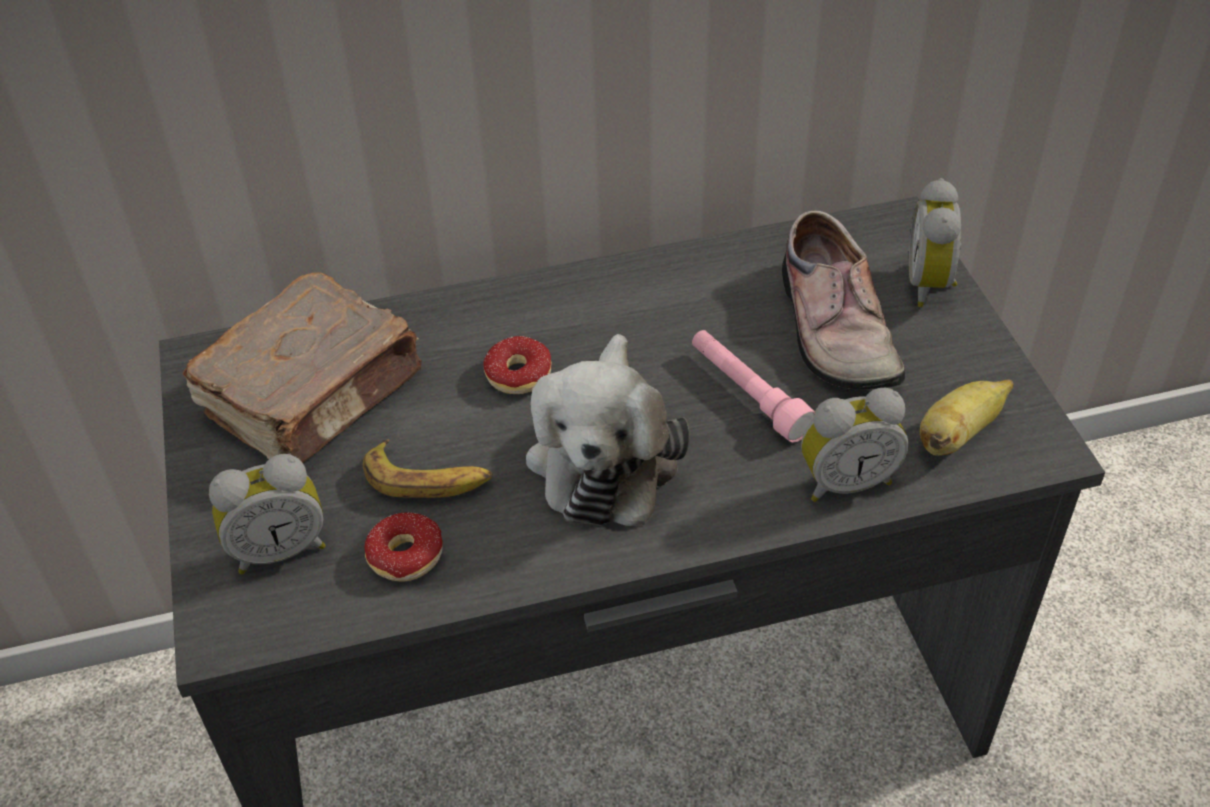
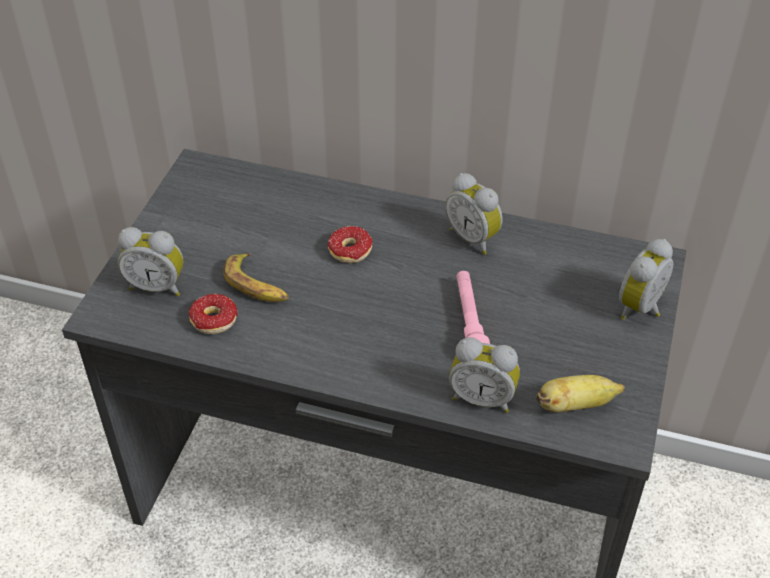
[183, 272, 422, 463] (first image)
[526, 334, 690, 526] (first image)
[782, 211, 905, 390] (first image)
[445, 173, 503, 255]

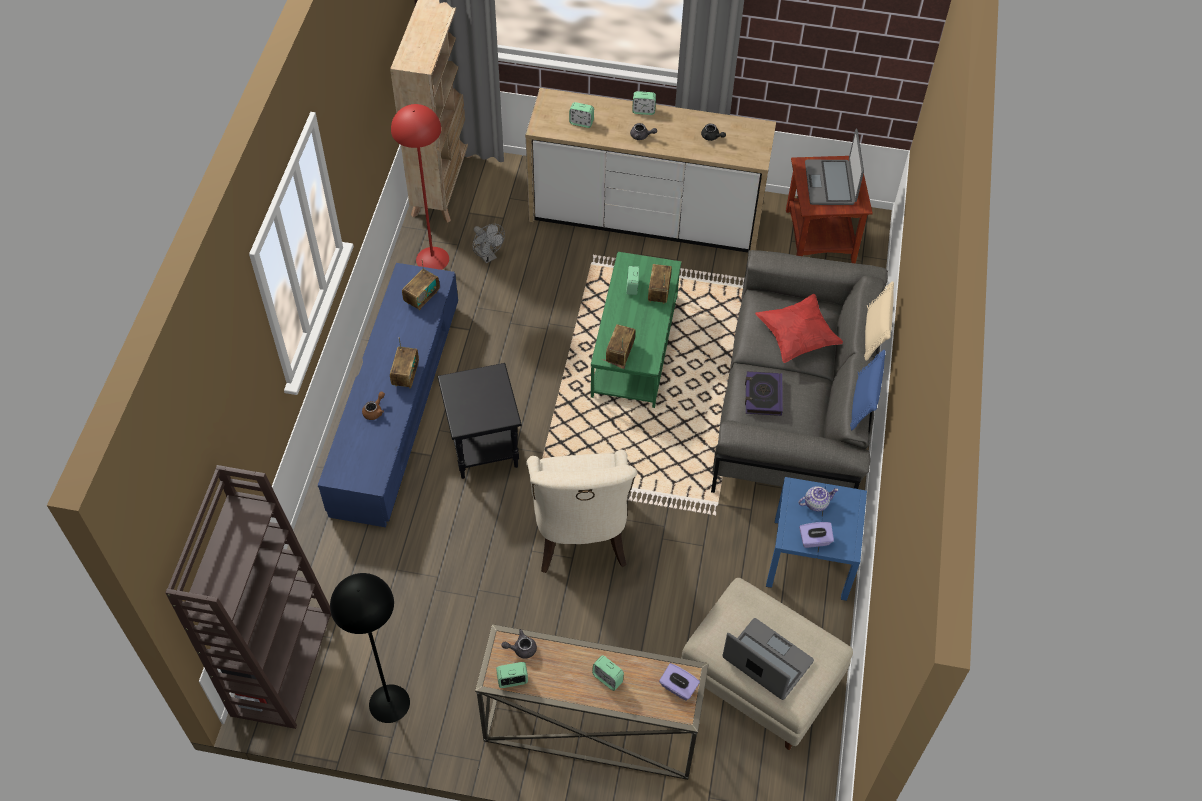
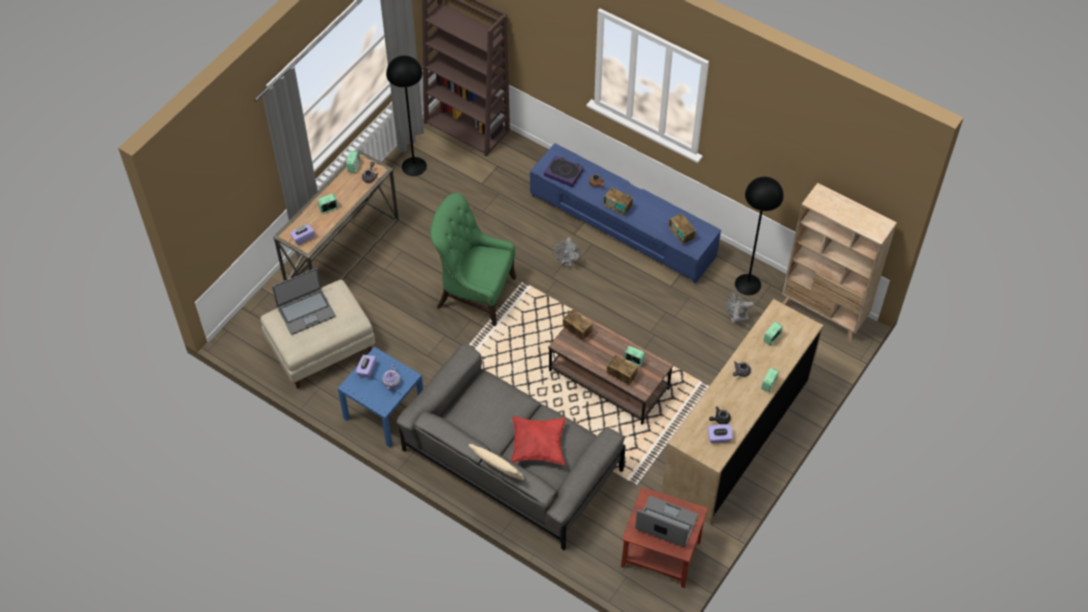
[735, 177, 784, 295]
[552, 237, 581, 267]
[430, 193, 516, 326]
[548, 311, 673, 425]
[544, 155, 584, 187]
[850, 350, 886, 430] (first image)
[708, 424, 733, 443]

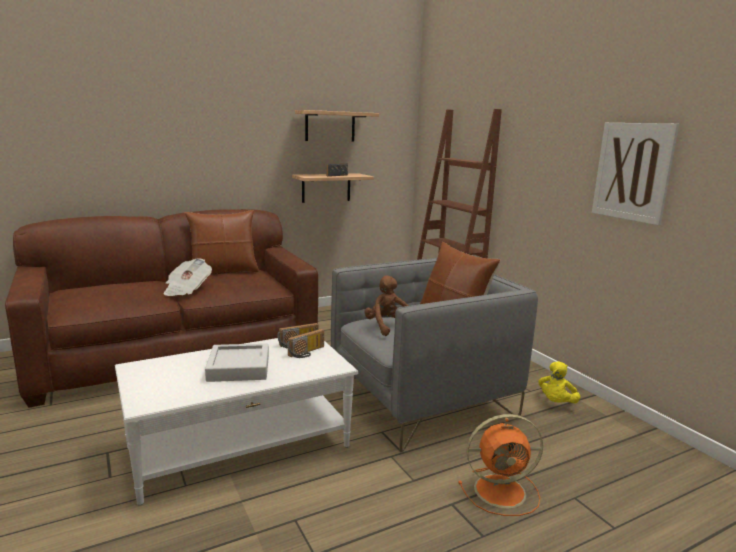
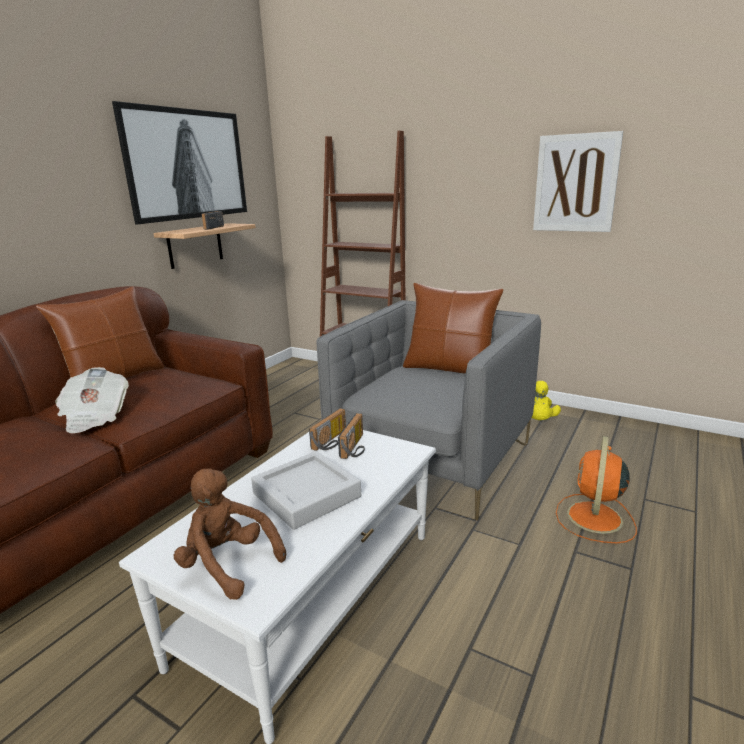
[112, 101, 247, 224]
[174, 468, 286, 600]
[556, 436, 637, 543]

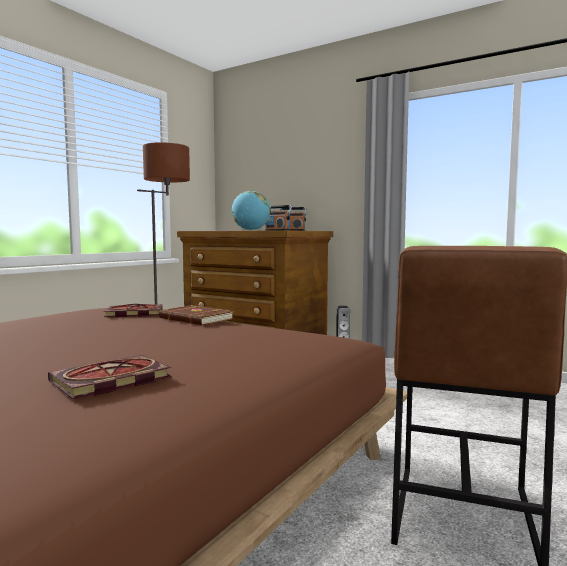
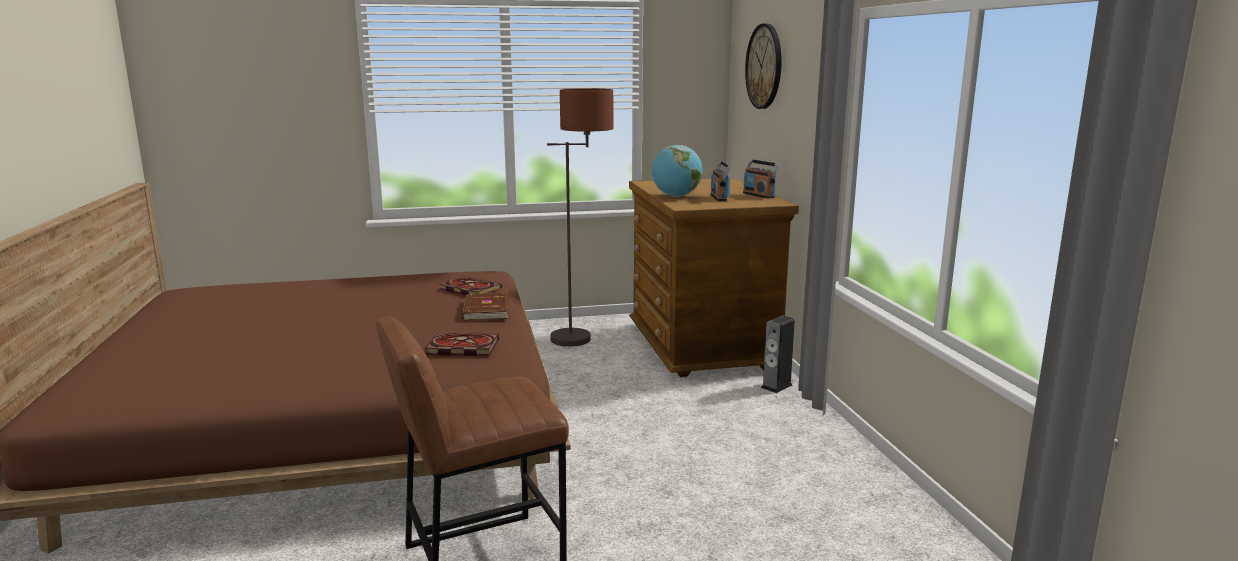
[425, 333, 499, 356]
[745, 23, 782, 109]

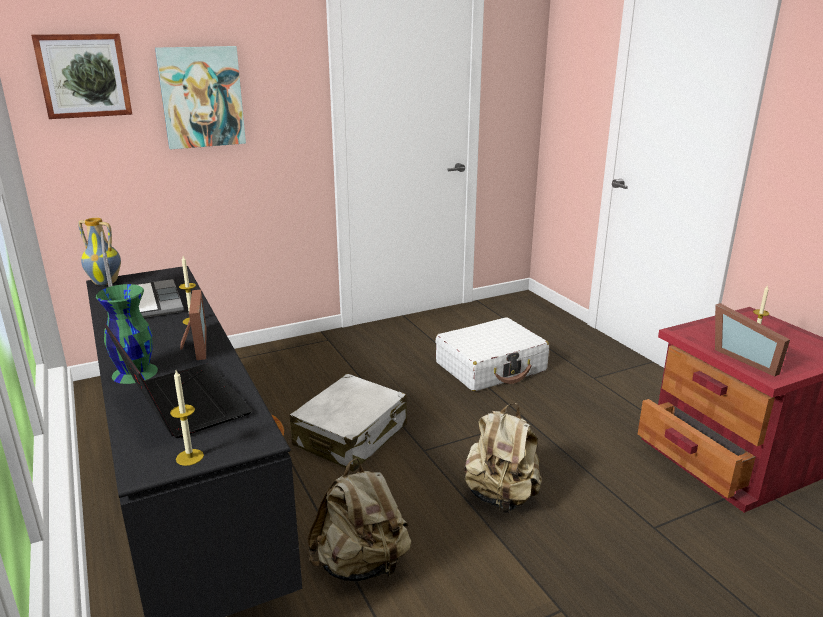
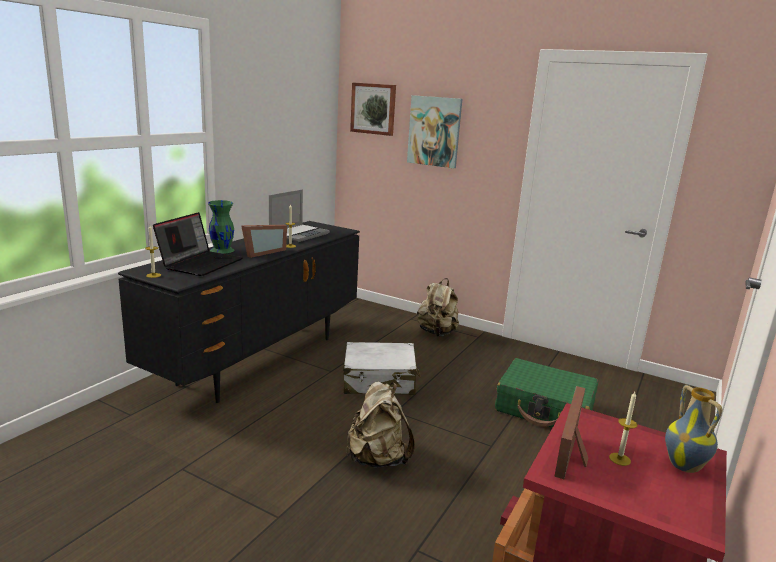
[665, 385, 722, 473]
[417, 278, 459, 337]
[495, 358, 598, 428]

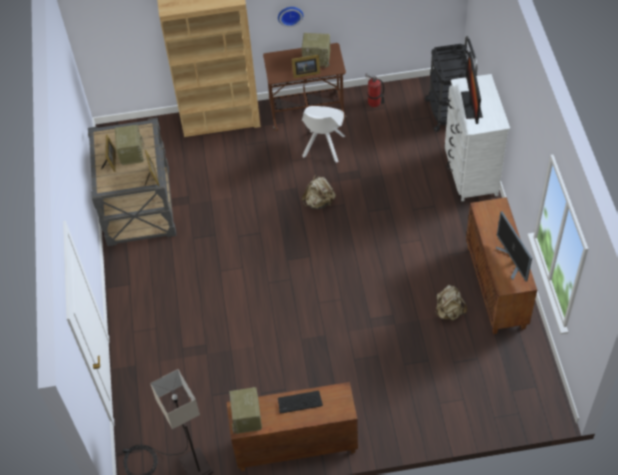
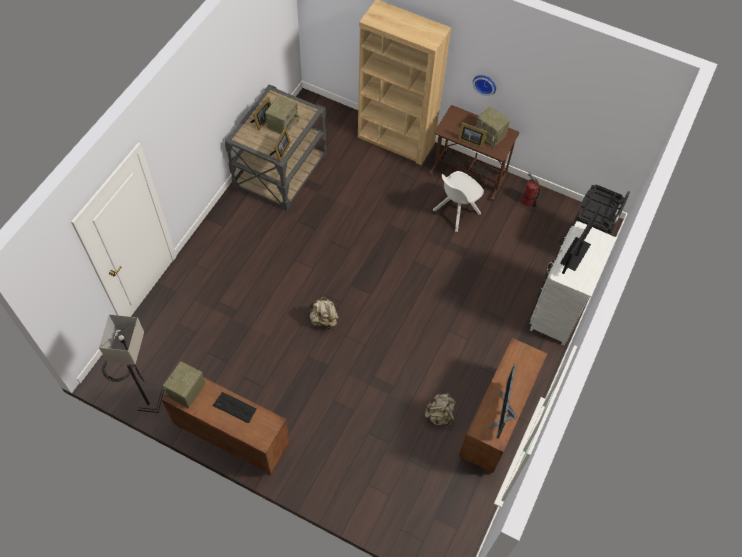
[307, 297, 338, 329]

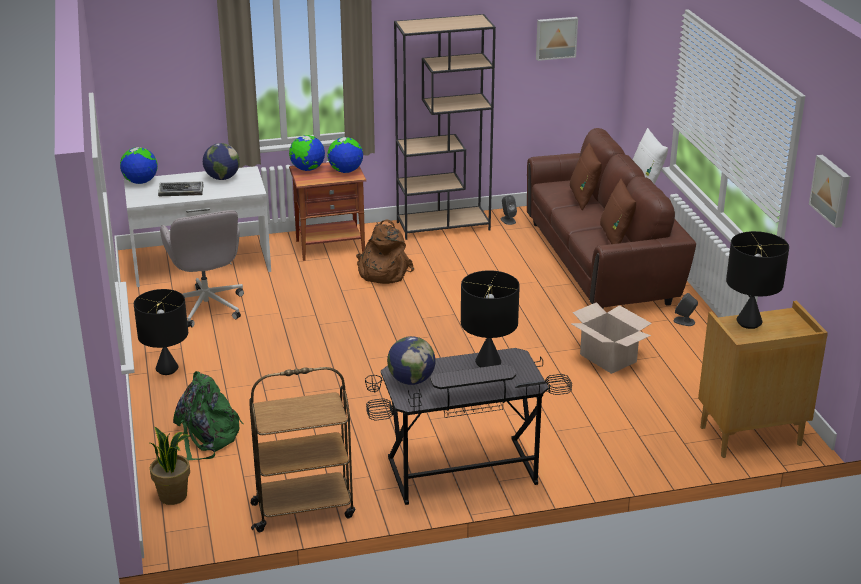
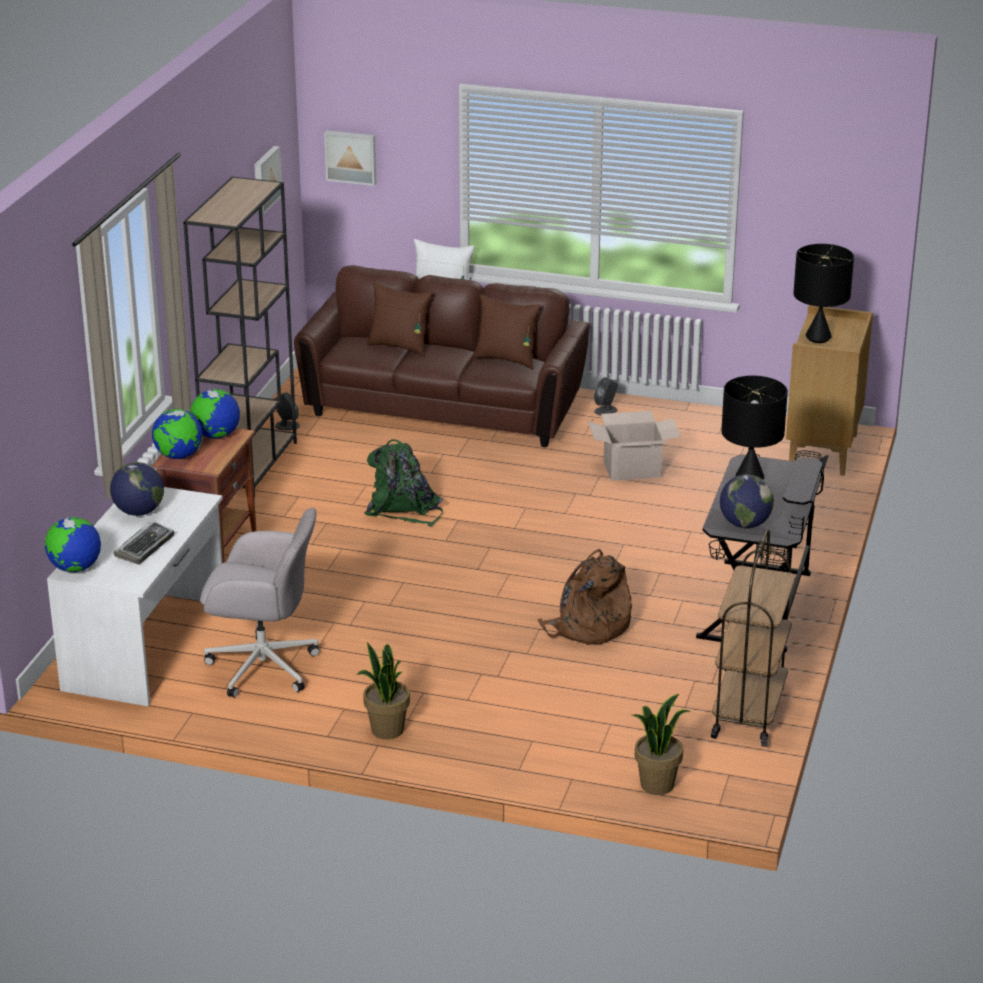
[357, 642, 410, 739]
[364, 439, 443, 527]
[537, 549, 632, 645]
[324, 130, 376, 186]

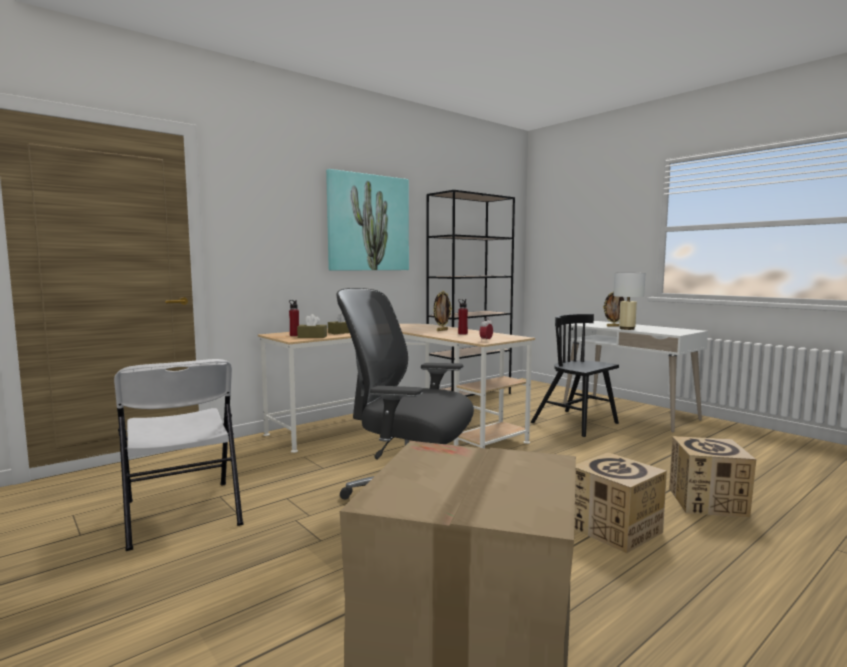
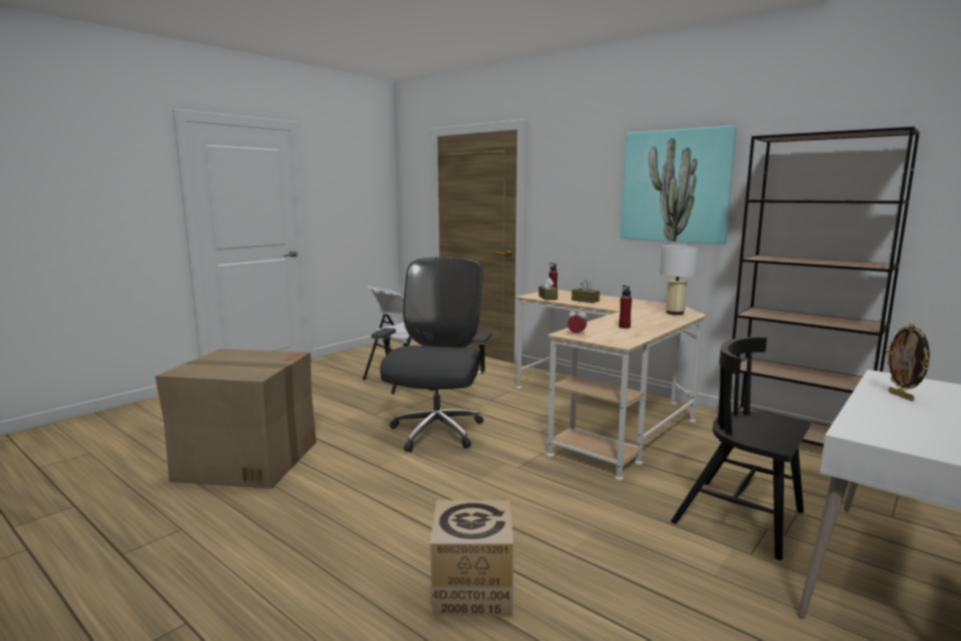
[433, 291, 452, 331] (first image)
[671, 337, 811, 560]
[574, 452, 667, 553] (first image)
[660, 245, 698, 315]

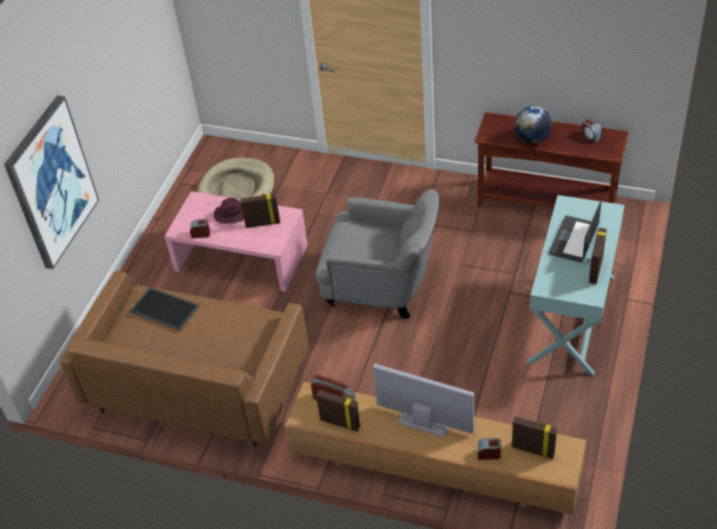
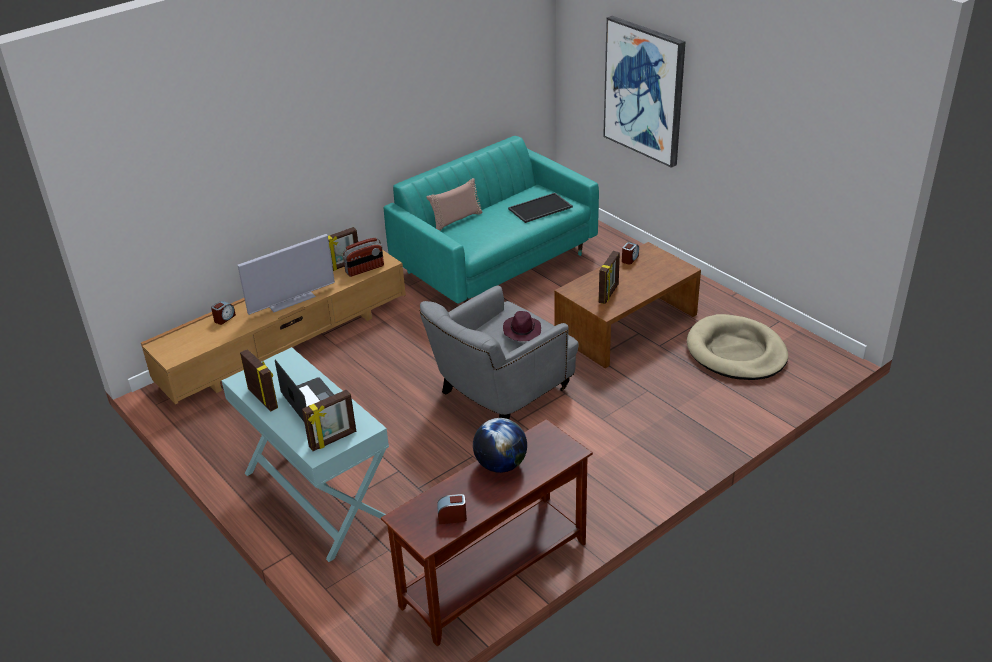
[384, 136, 599, 304]
[554, 242, 701, 368]
[503, 311, 541, 341]
[302, 390, 356, 451]
[427, 178, 483, 231]

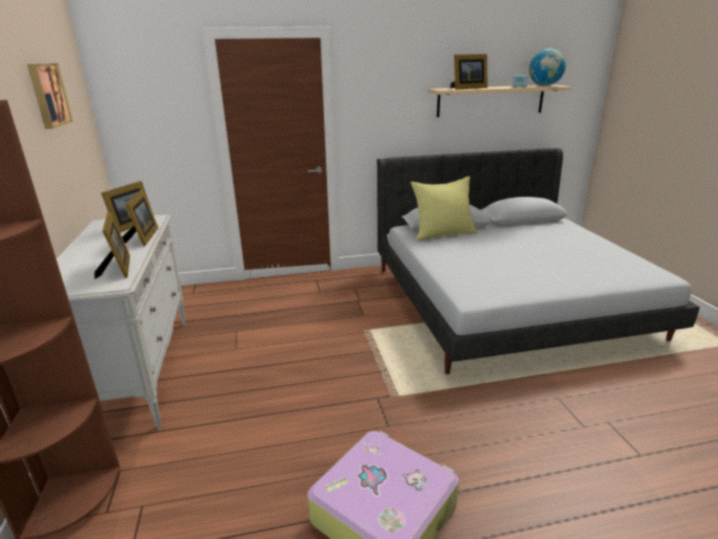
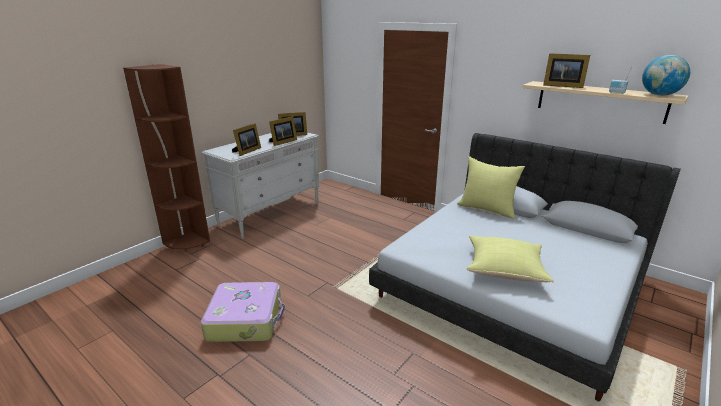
[27, 63, 73, 129] (first image)
[466, 236, 554, 282]

